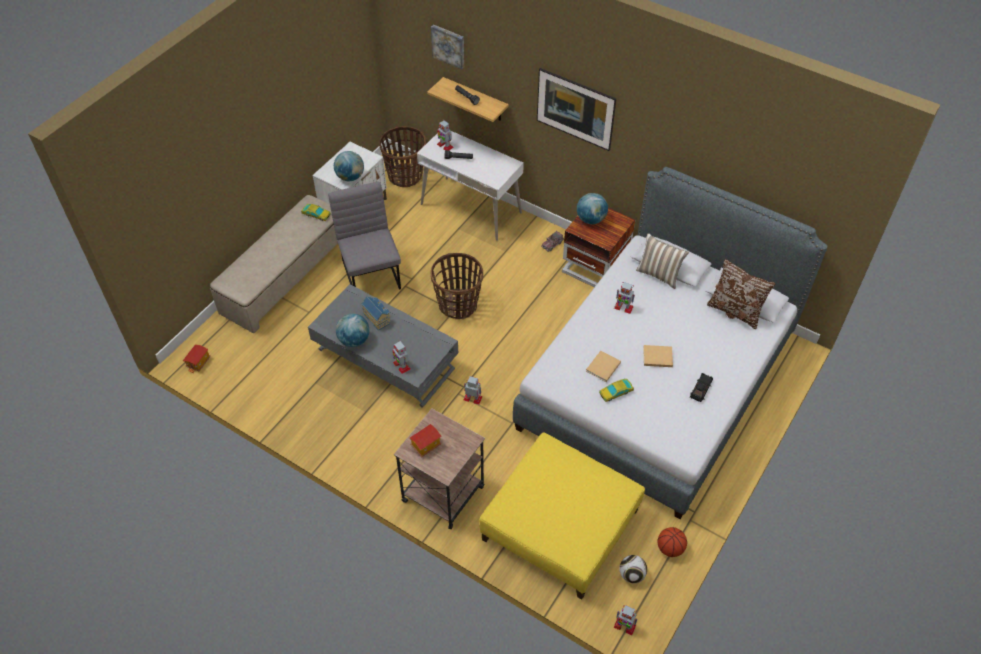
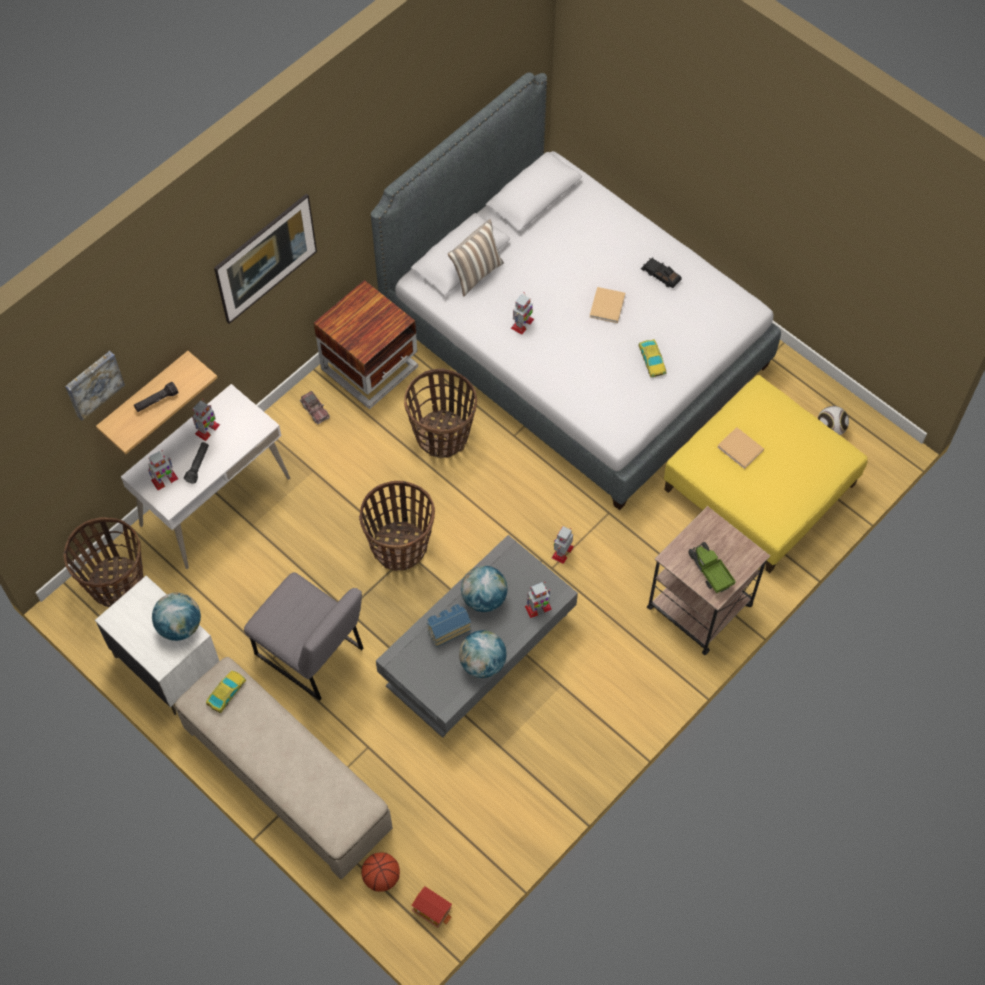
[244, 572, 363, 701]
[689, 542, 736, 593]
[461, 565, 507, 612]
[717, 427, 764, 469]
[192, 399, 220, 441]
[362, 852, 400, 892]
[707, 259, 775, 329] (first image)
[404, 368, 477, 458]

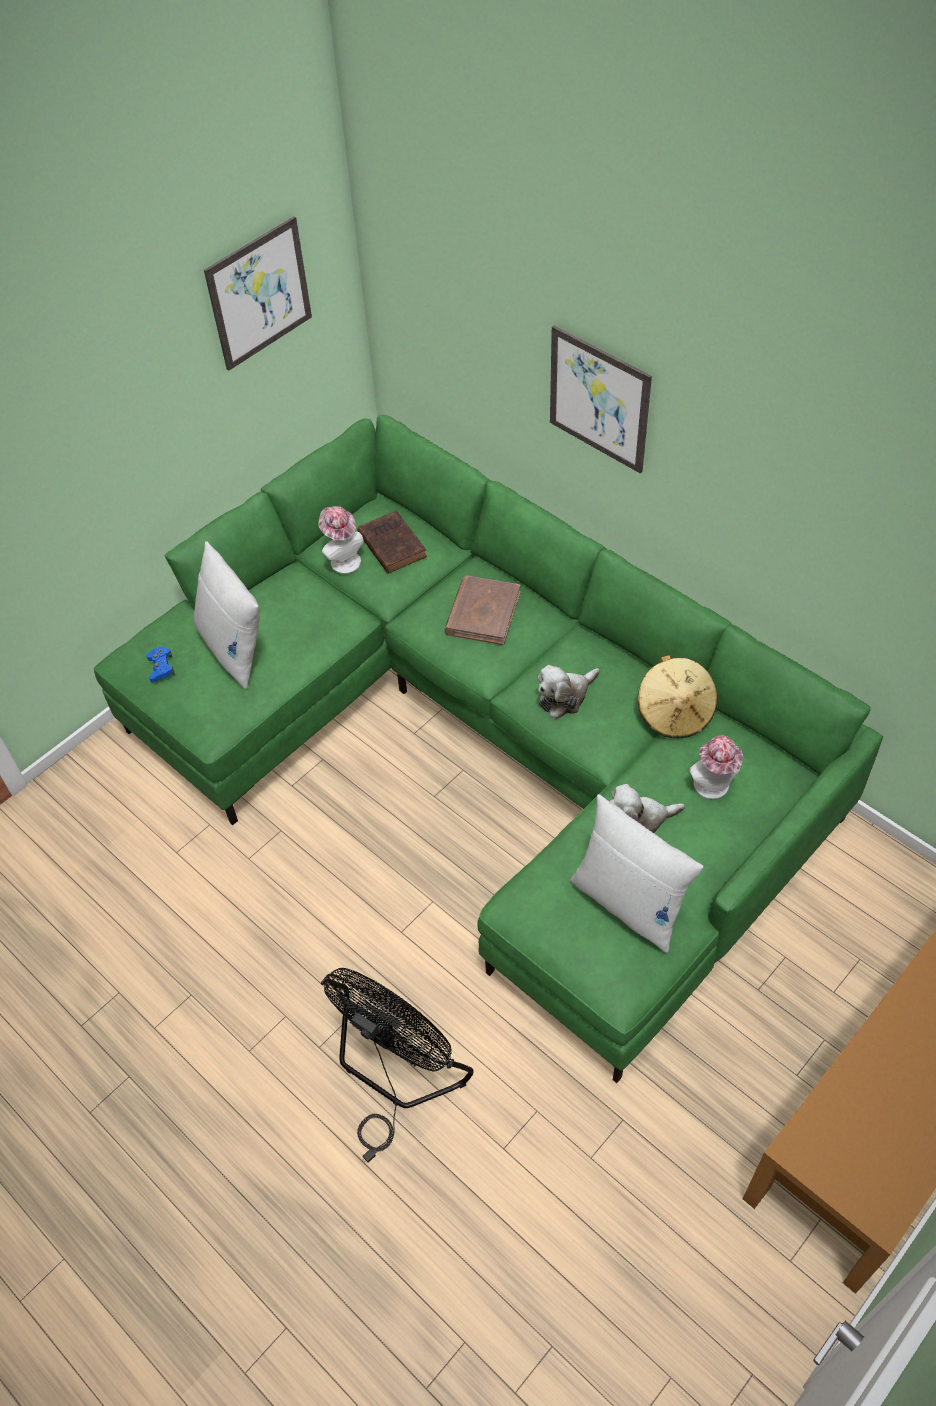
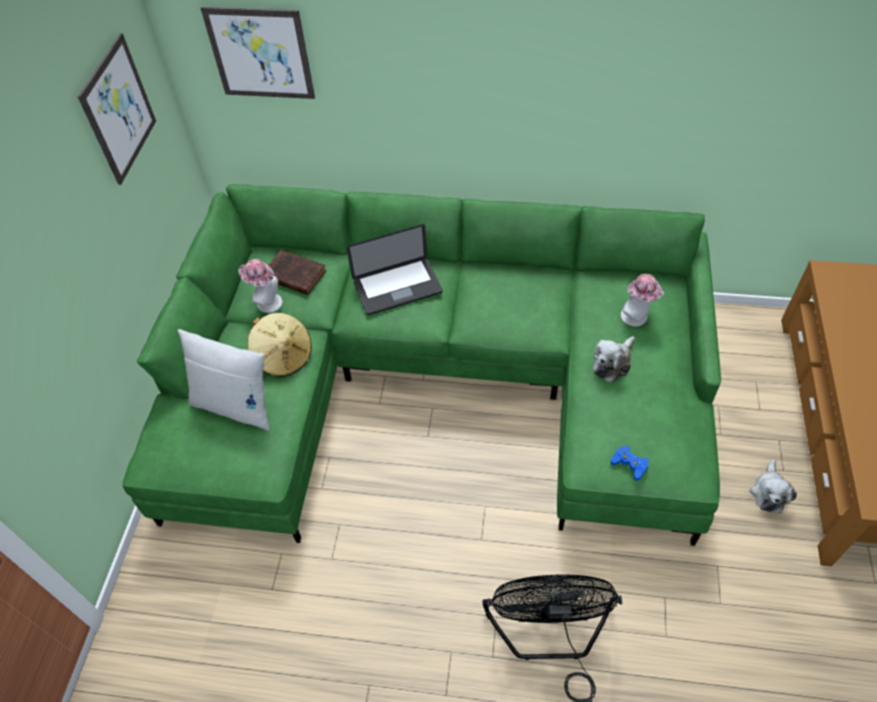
[611, 445, 649, 481]
[347, 224, 443, 315]
[750, 459, 797, 514]
[200, 7, 315, 99]
[570, 794, 703, 953] (first image)
[247, 313, 312, 377]

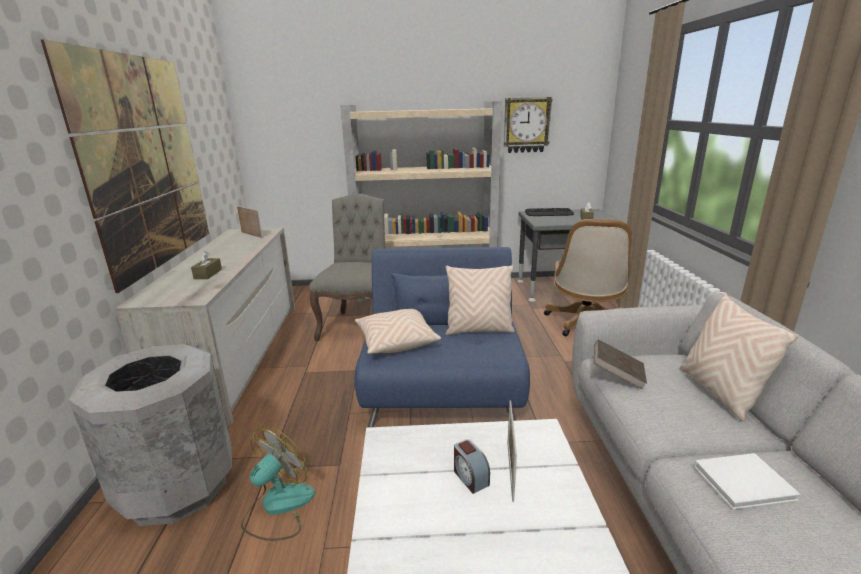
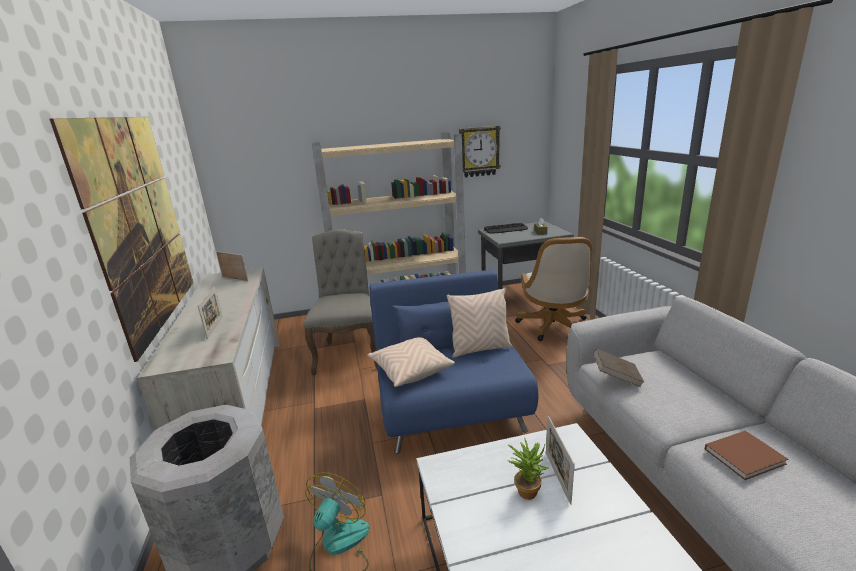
[198, 286, 223, 339]
[507, 438, 549, 500]
[680, 294, 799, 421] (first image)
[705, 431, 789, 480]

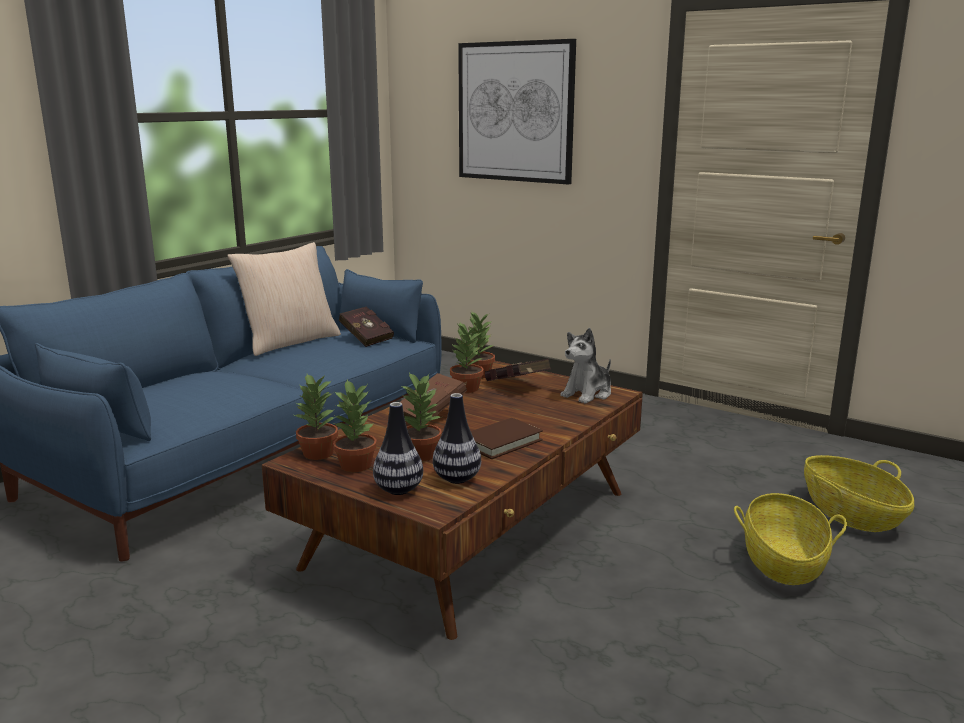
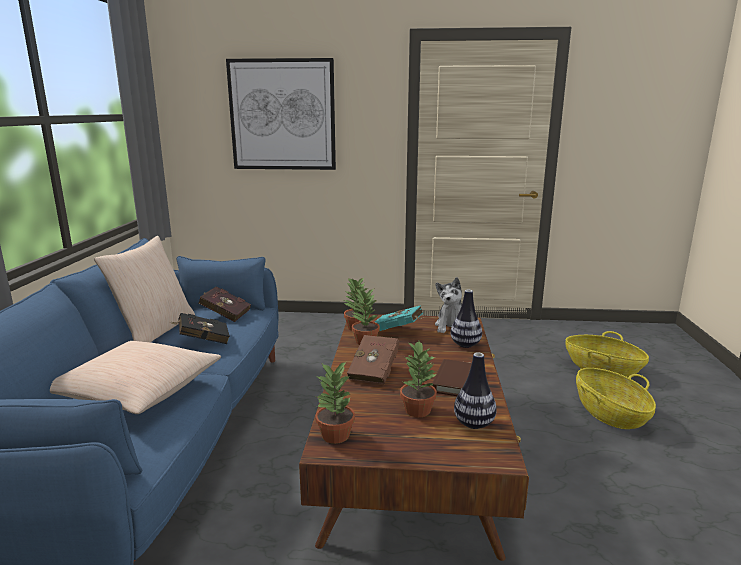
[333, 380, 377, 472] (first image)
[451, 290, 482, 348]
[375, 305, 425, 331]
[50, 341, 221, 414]
[169, 313, 230, 344]

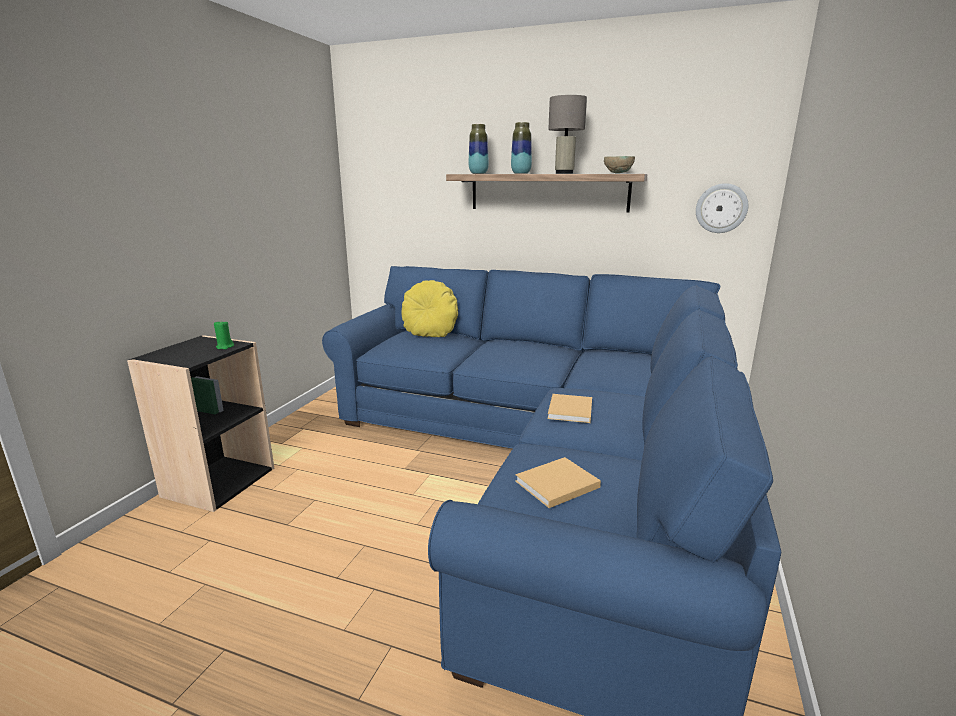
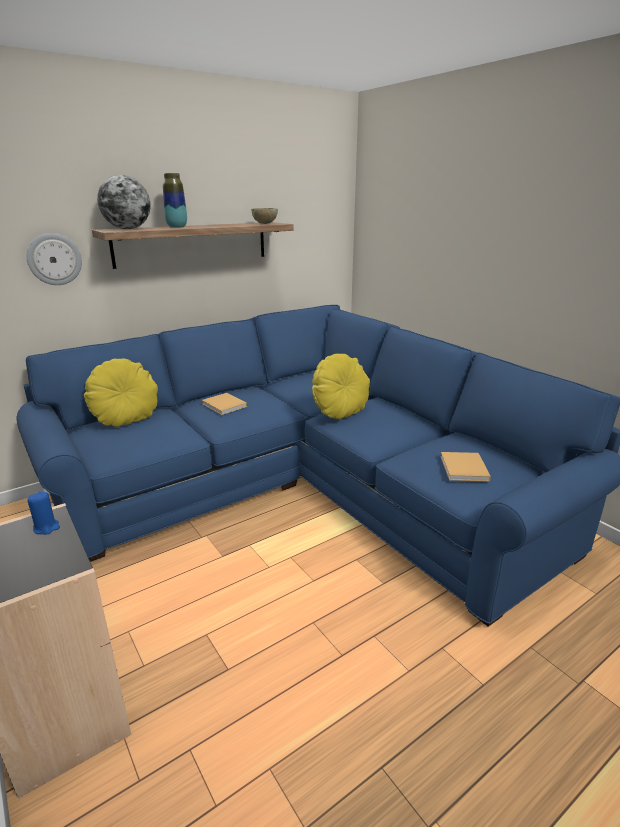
[27, 491, 60, 535]
[97, 175, 151, 229]
[202, 393, 247, 415]
[549, 95, 587, 174] (first image)
[27, 233, 82, 285]
[312, 354, 370, 419]

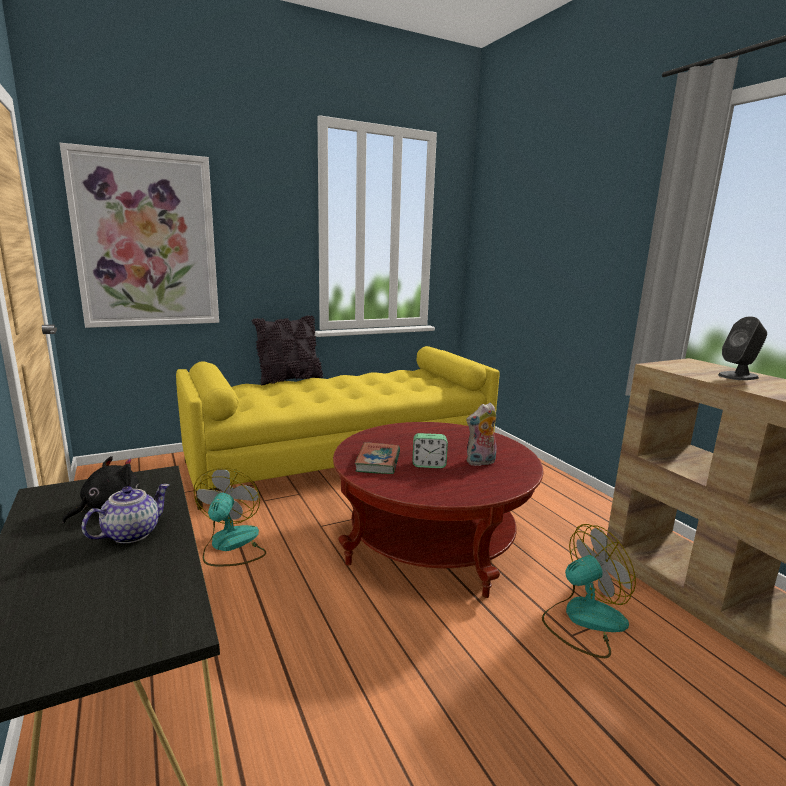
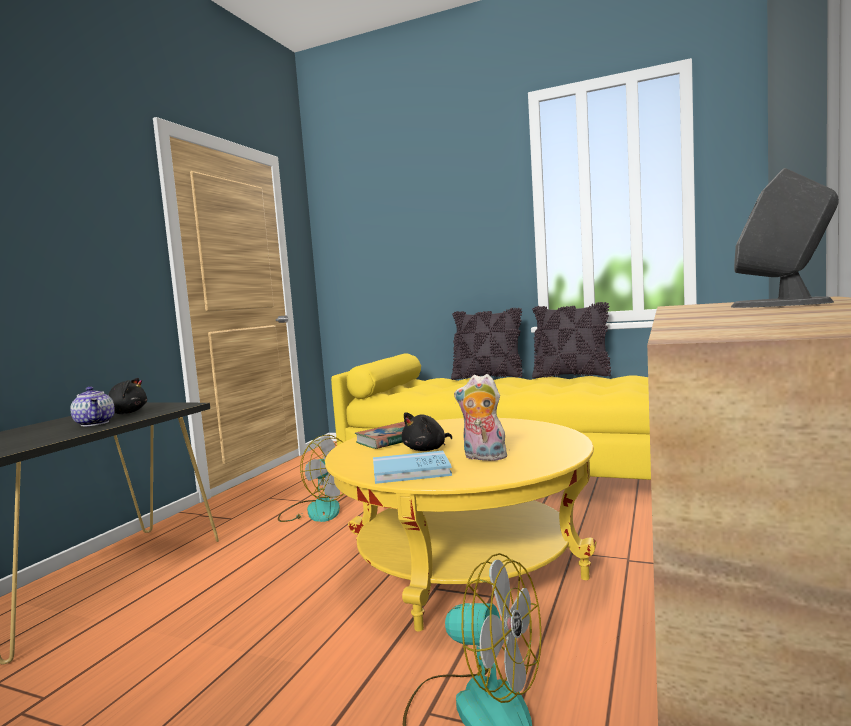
[60, 143, 219, 328] (first image)
[70, 387, 115, 426]
[278, 435, 344, 522]
[325, 418, 597, 632]
[402, 412, 452, 451]
[373, 451, 452, 484]
[532, 302, 611, 379]

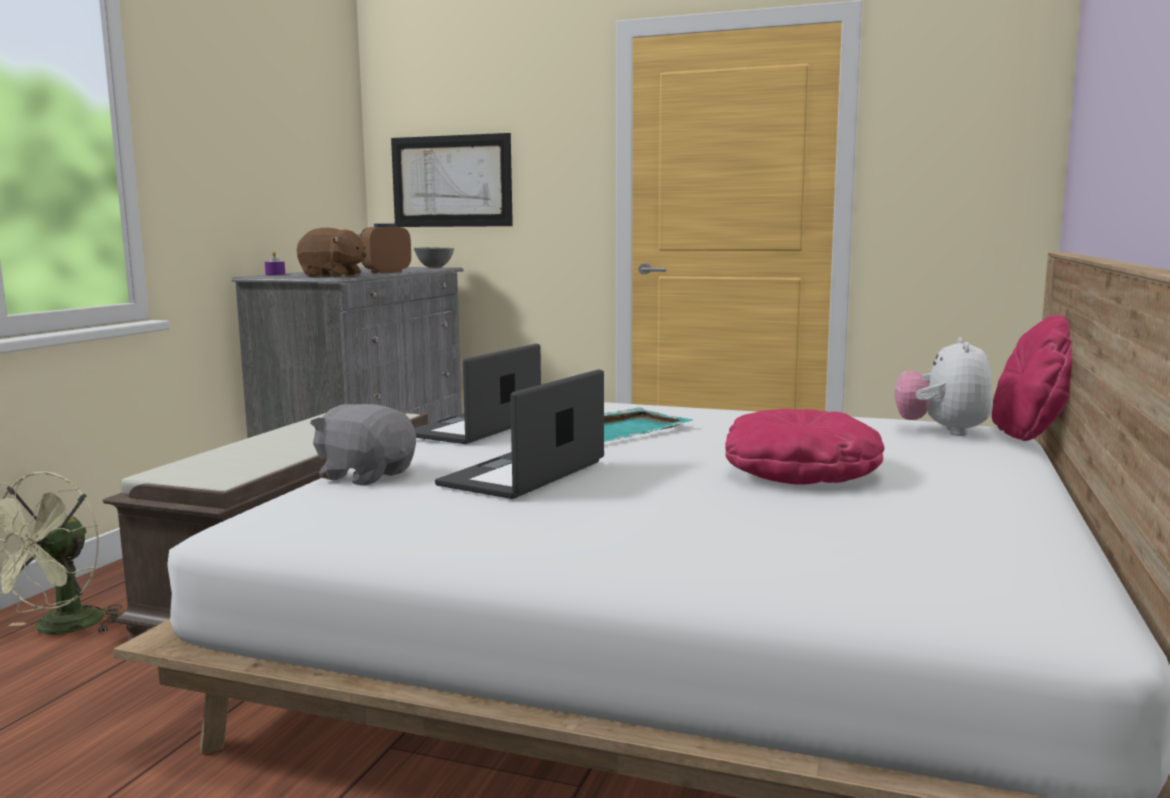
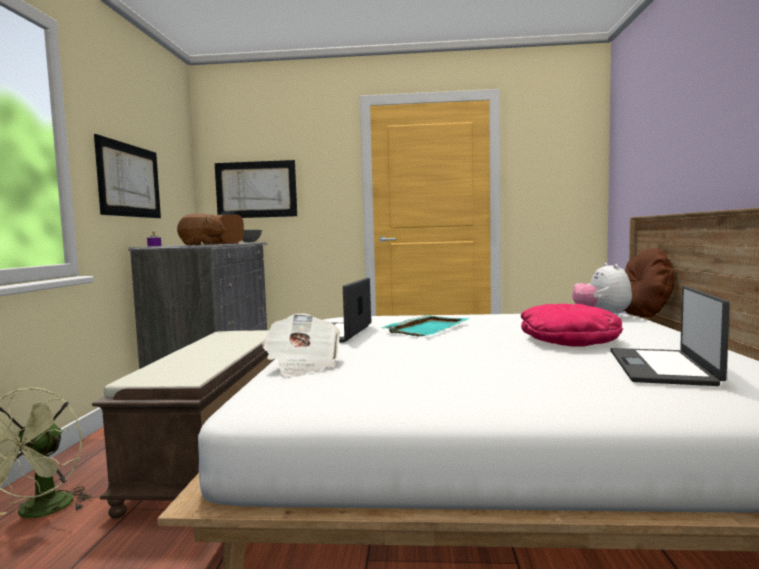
[262, 313, 341, 377]
[611, 286, 730, 386]
[623, 248, 674, 318]
[94, 134, 161, 218]

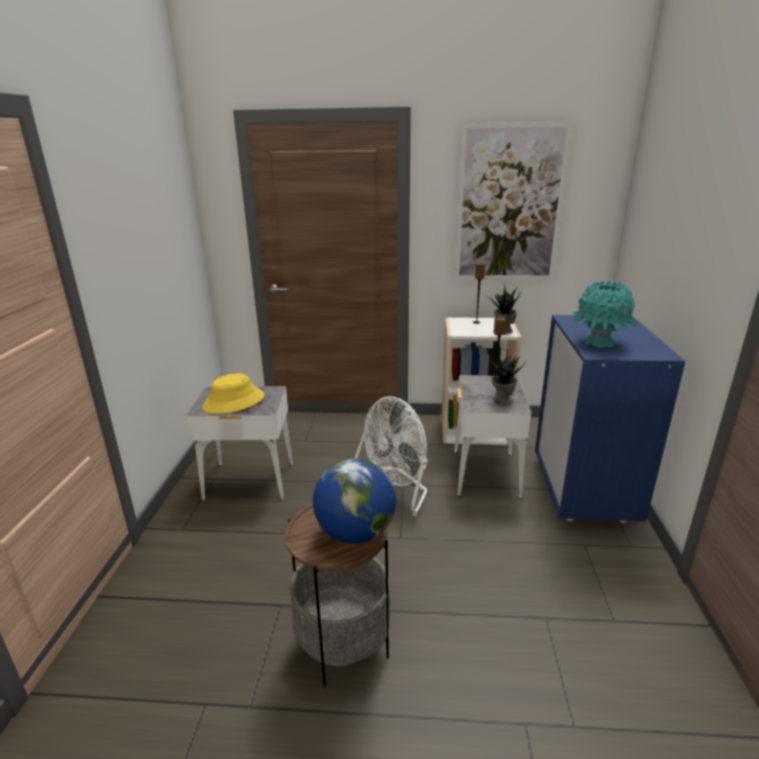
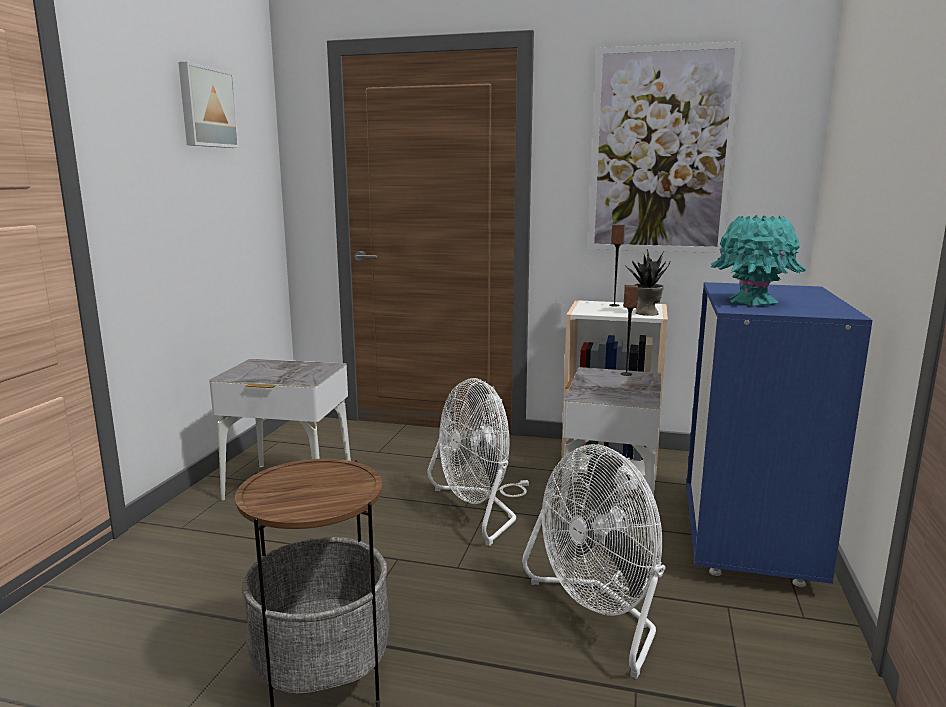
[202, 373, 264, 414] (first image)
[313, 458, 396, 544] (first image)
[489, 349, 526, 405] (first image)
[178, 62, 240, 148]
[522, 444, 666, 679]

